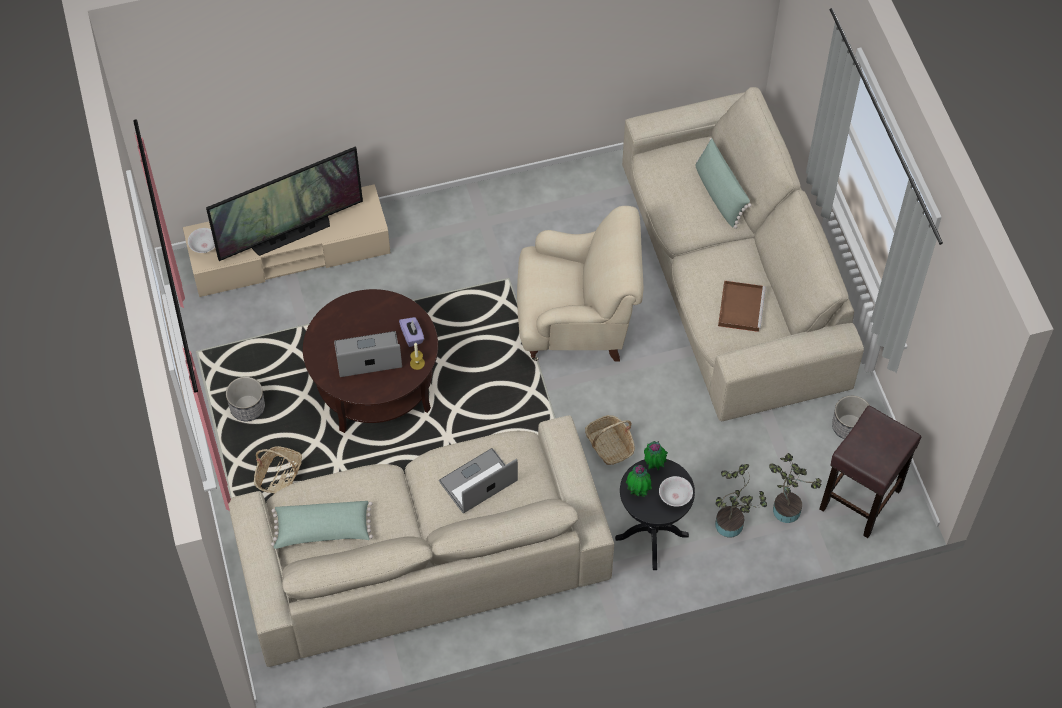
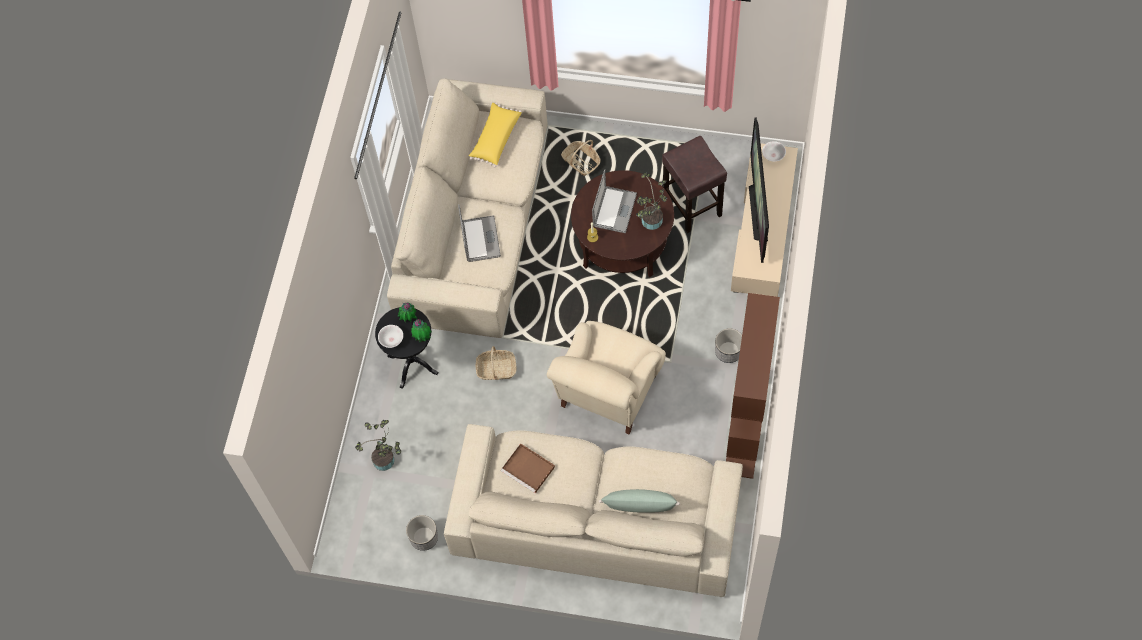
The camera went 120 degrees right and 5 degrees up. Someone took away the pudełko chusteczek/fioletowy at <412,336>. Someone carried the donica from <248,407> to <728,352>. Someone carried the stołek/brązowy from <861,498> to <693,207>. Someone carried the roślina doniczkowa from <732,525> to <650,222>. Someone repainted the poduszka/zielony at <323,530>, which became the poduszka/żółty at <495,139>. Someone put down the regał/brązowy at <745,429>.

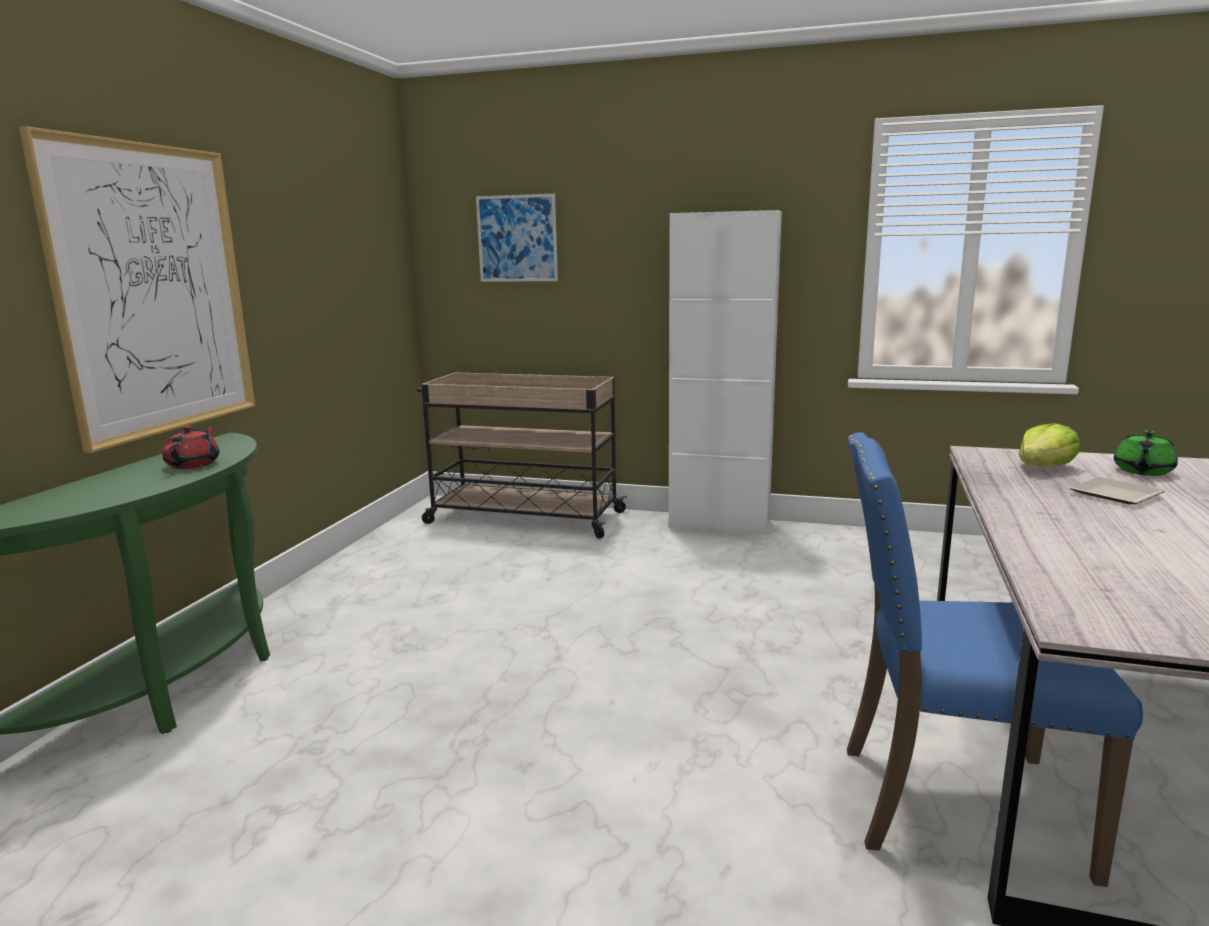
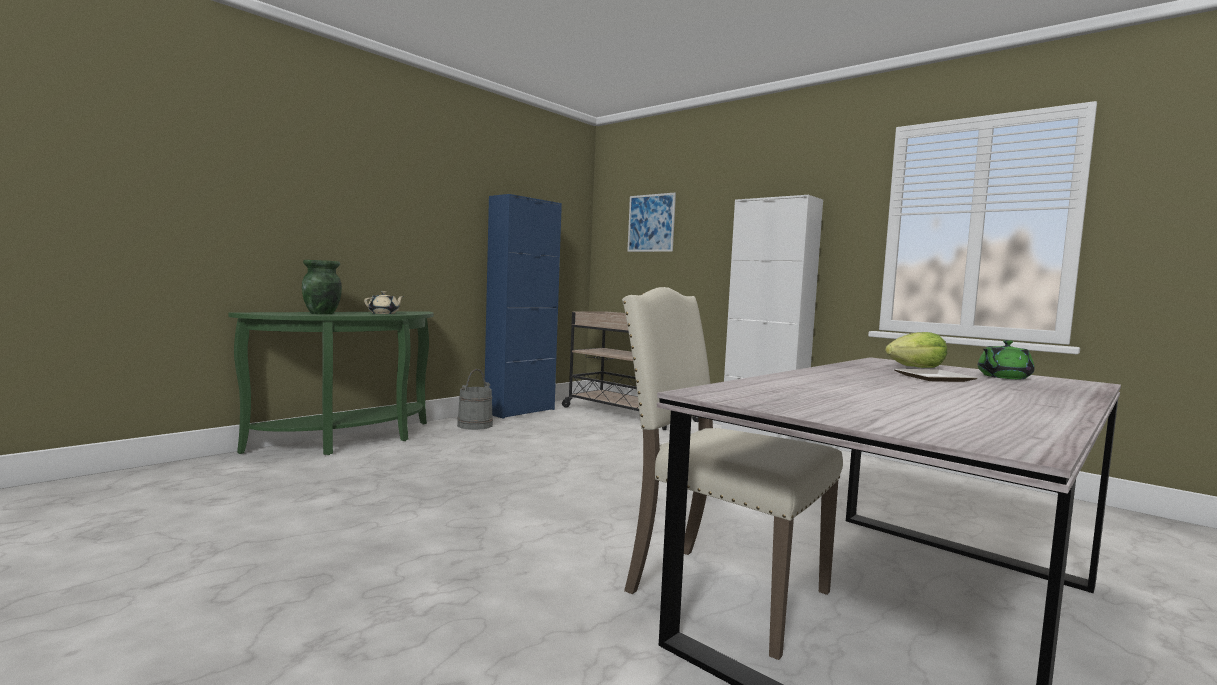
The camera went 25 degrees right and 10 degrees down. Someone took away the obraz at <154,290>. Someone repainted the imbryk/czerwony at <194,464>, which became the imbryk/beżowy at <384,313>. Someone repainted the krzesło/niebieski at <952,804>, which became the krzesło/beżowy at <721,592>. Someone put down the szafka/niebieski at <520,411>. Someone put down the wazon/zielony at <322,313>. Someone put down the wiadro/szary at <475,425>.

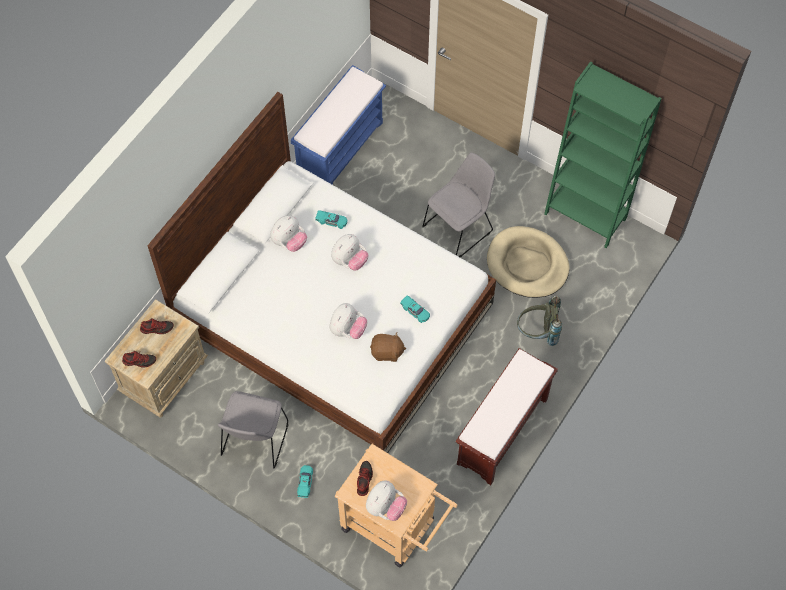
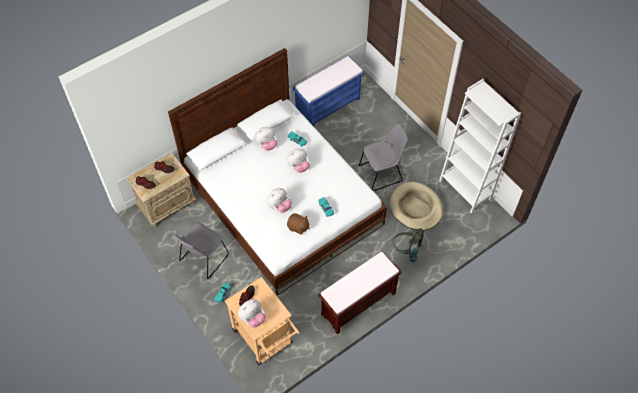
The camera went 20 degrees right and 5 degrees down. Someone repainted the regał/zielony at <585,216>, which became the regał/biały at <465,190>.

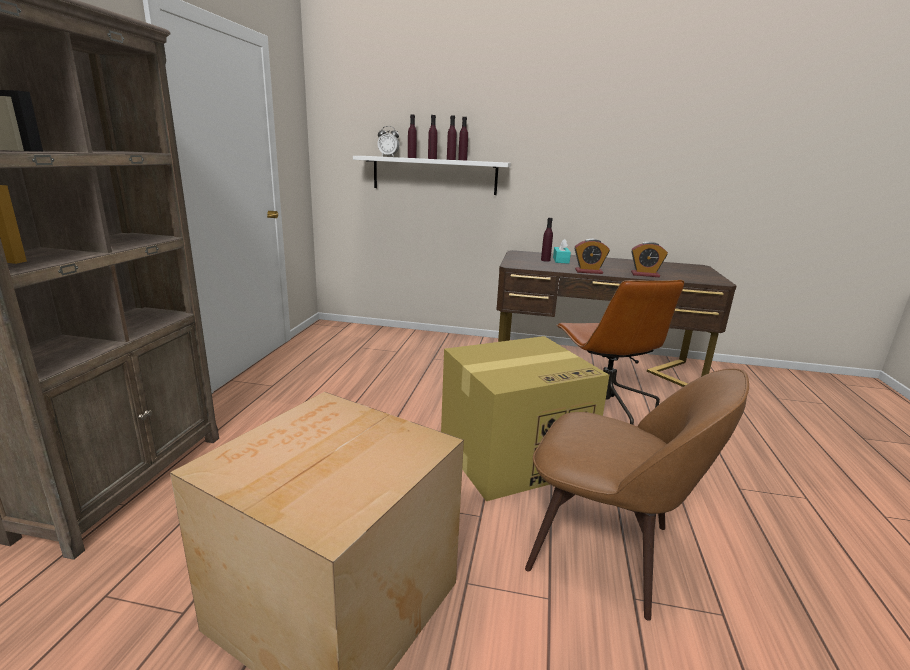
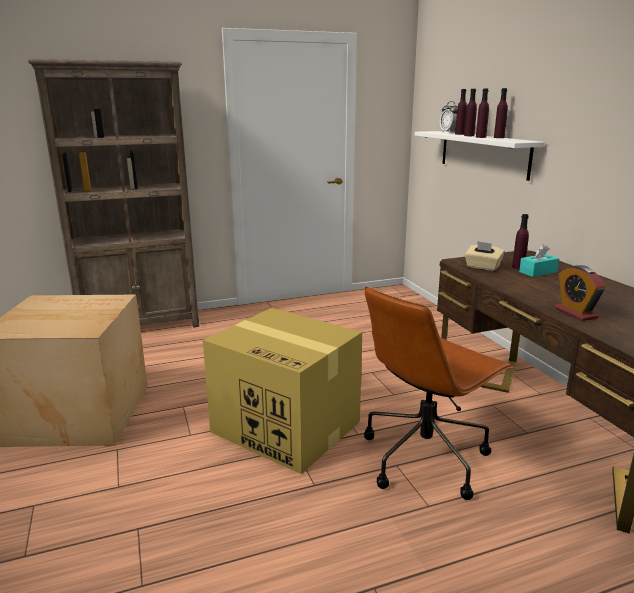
The camera went 60 degrees right and 0 degrees up. Someone took away the budzik at <588,271>. Someone took away the krzesło/brązowy at <607,550>. Someone put down the pudełko chusteczek/beżowy at <482,267>.

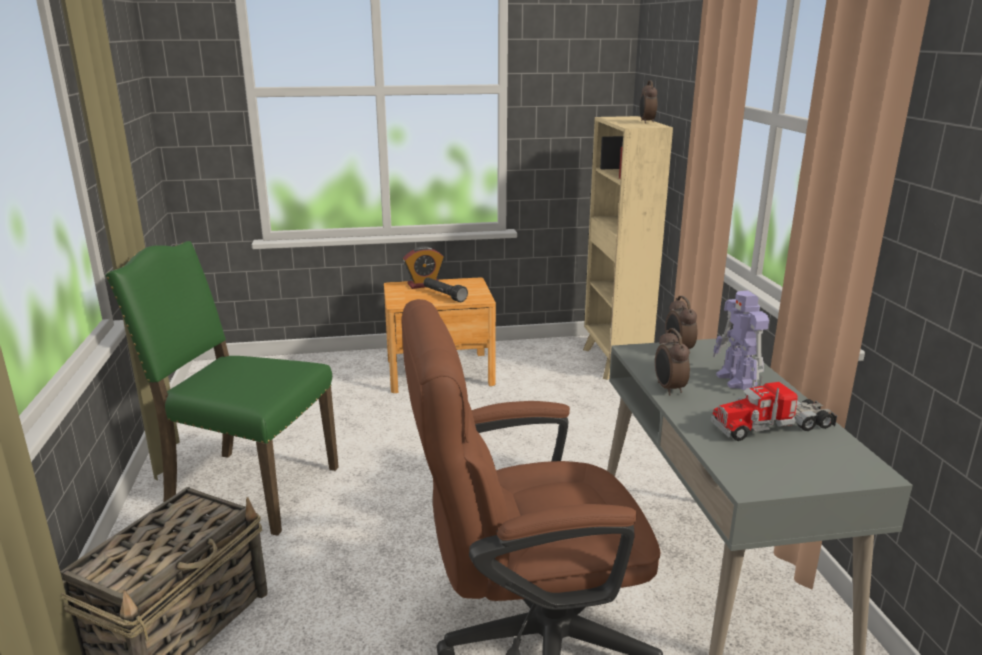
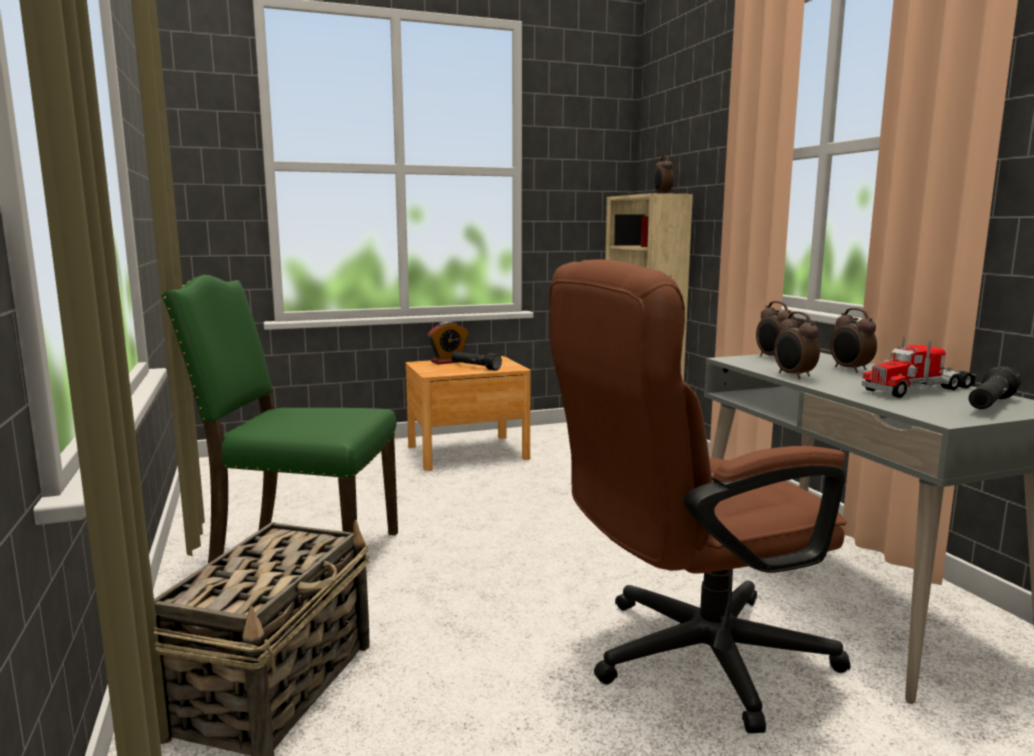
The camera went 10 degrees left and 10 degrees down. Someone swapped the robot zabawkowy at <737,380> for the budzik at <850,369>. Someone put down the latarka/czarny at <990,405>.

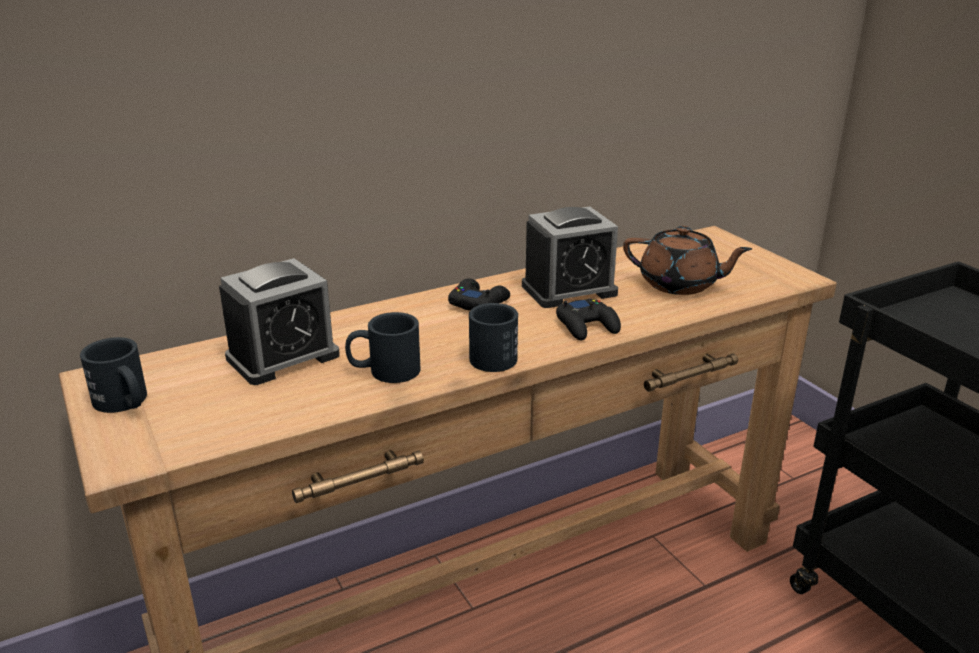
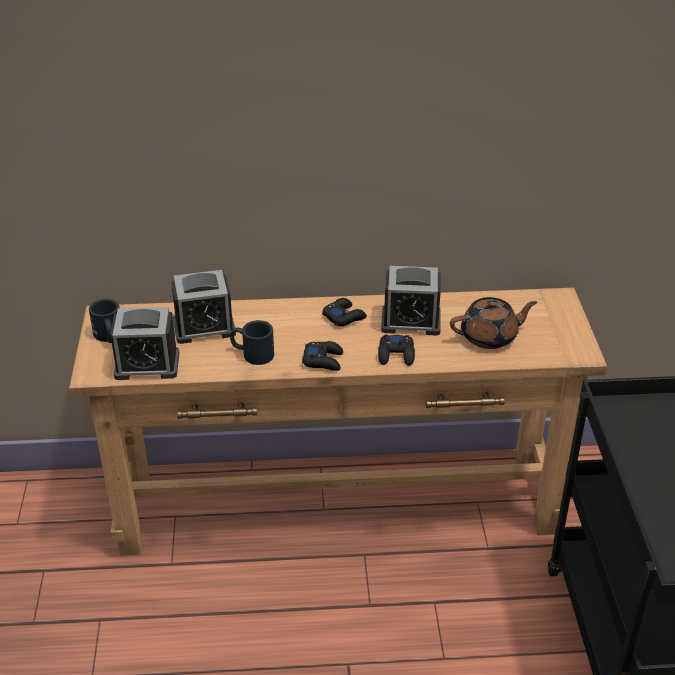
The camera went 25 degrees right and 10 degrees up. Someone rotated the imbryk/brązowy at <680,284> by 60 degrees counterclockwise. Someone swapped the kubek/czarny at <495,354> for the pad do gier/czarny at <323,360>. Someone put down the budzik at <147,365>.

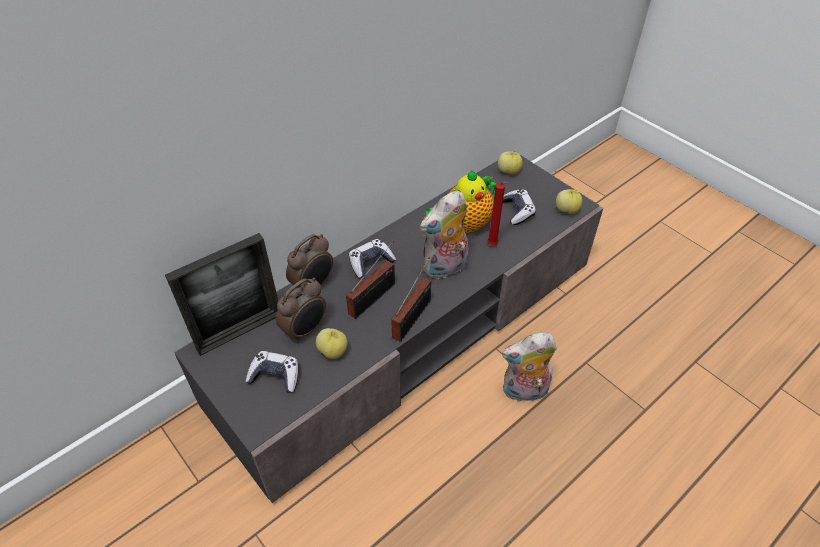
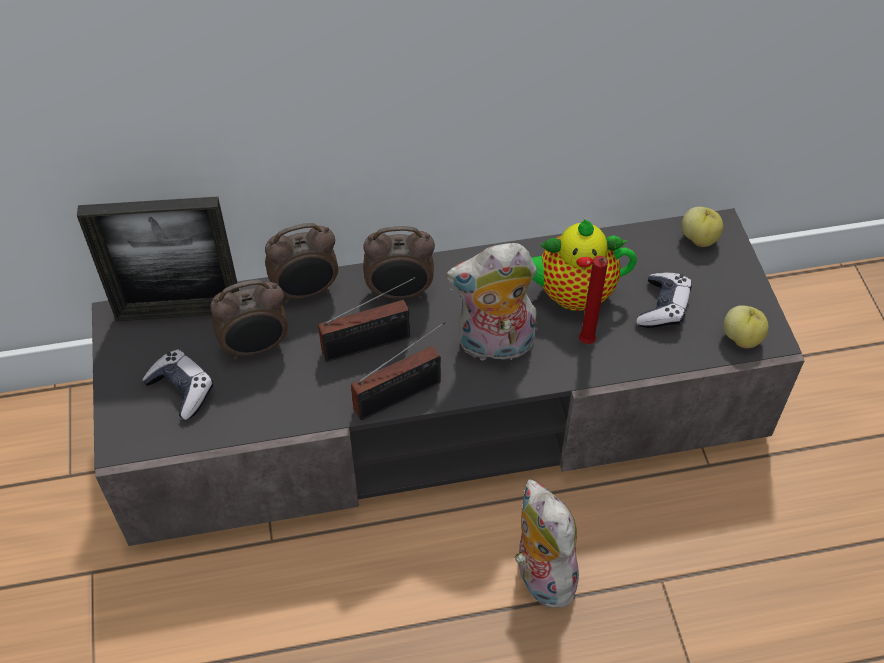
The camera went 30 degrees right and 5 degrees up. Someone swapped the pad do gier at <371,263> for the budzik at <400,293>. Someone took away the jabłko at <333,351>. Someone rotated the pluszak at <524,392> by 45 degrees clockwise.

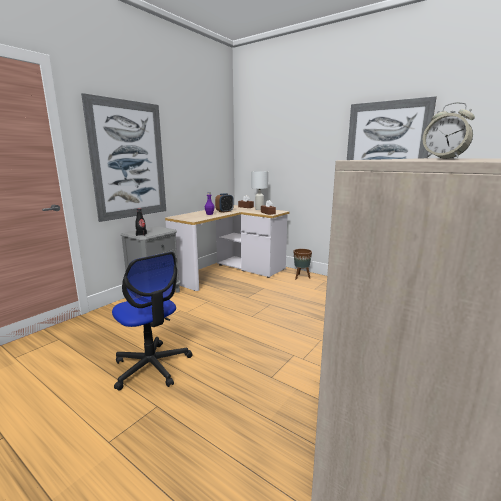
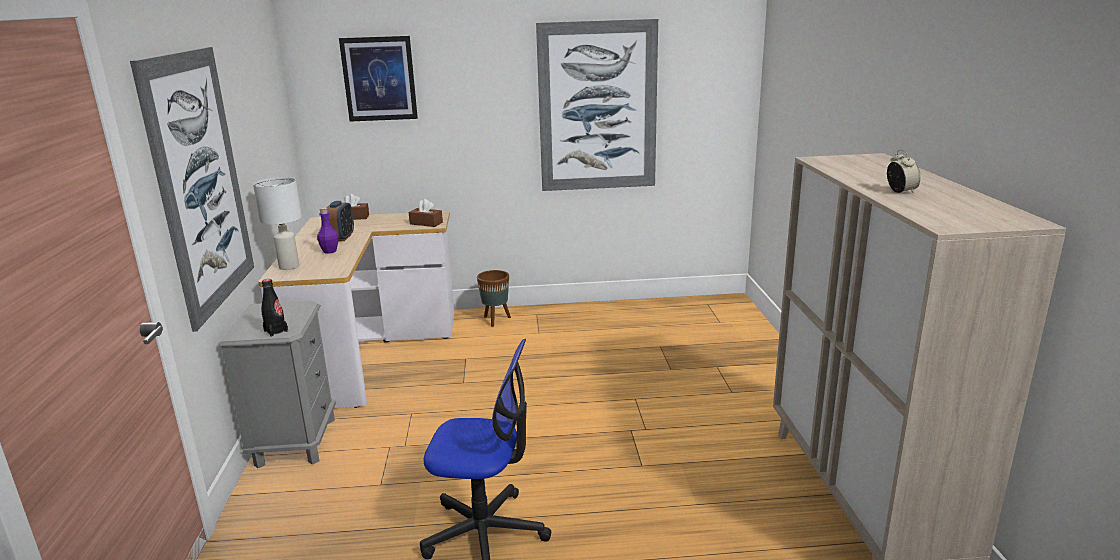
The camera went 40 degrees left and 5 degrees up. Someone rotated the budzik at <443,158> by 105 degrees counterclockwise. Someone carried the lampa stołowa/biały from <259,209> to <289,266>. Someone put up the obraz at <379,79>.

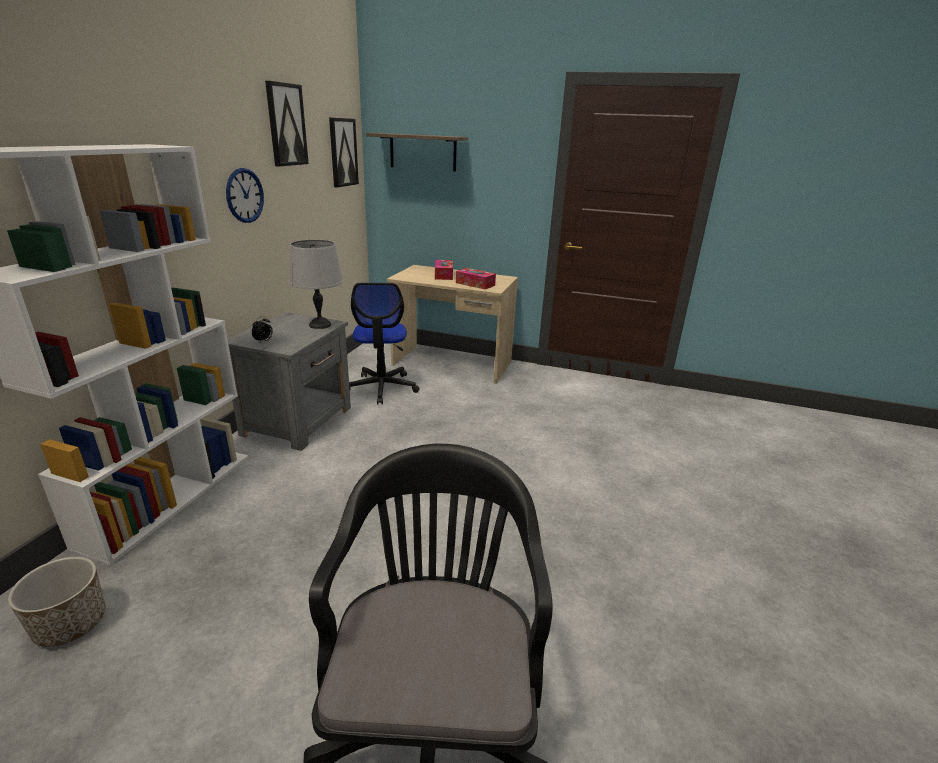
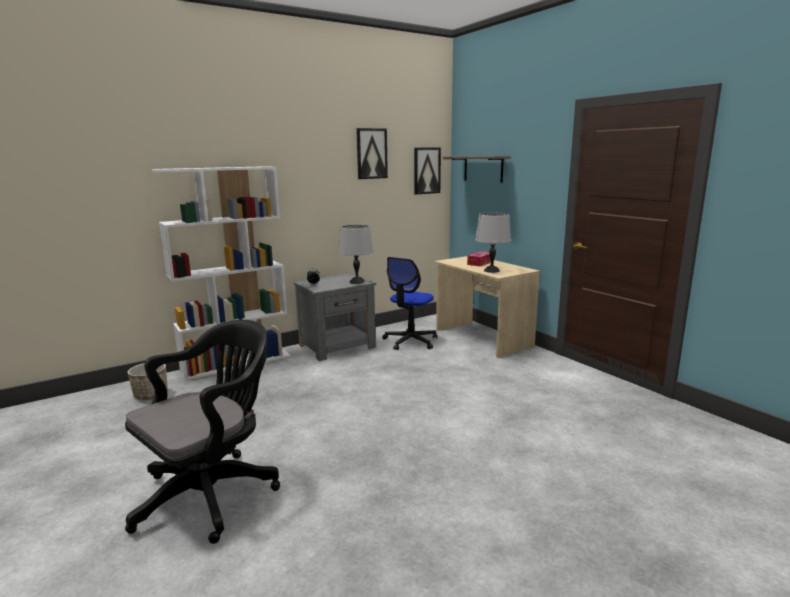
The camera went 40 degrees right and 10 degrees down. Someone took away the zegar ścienny at <244,195>. Someone swapped the pudełko chusteczek at <475,284> for the lampa stołowa/szary at <491,270>.

